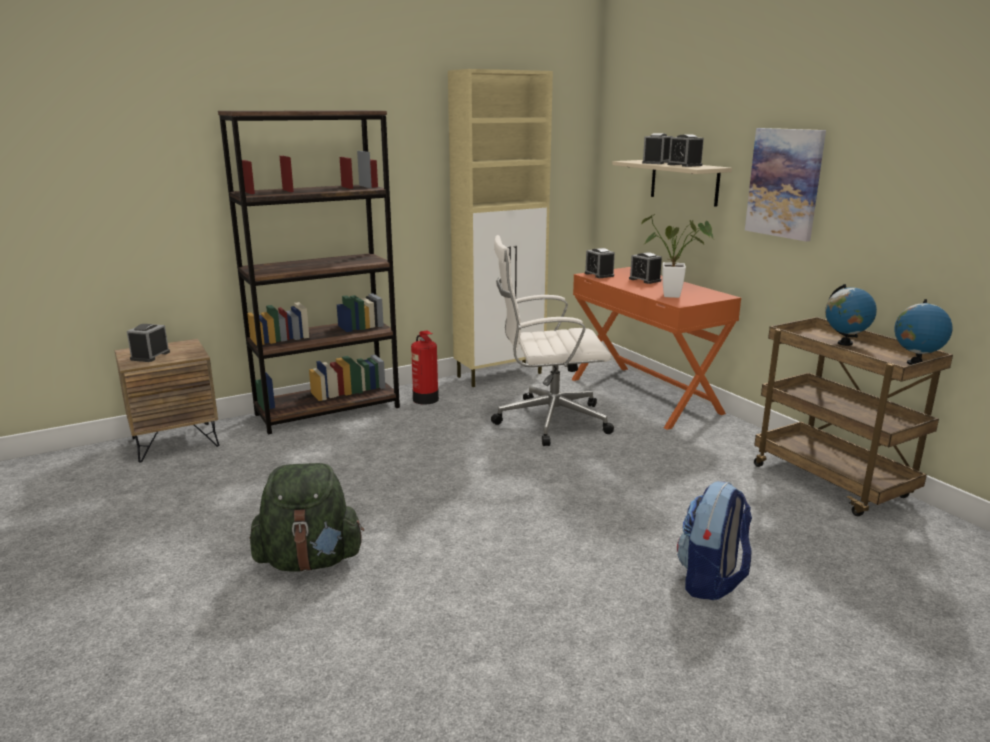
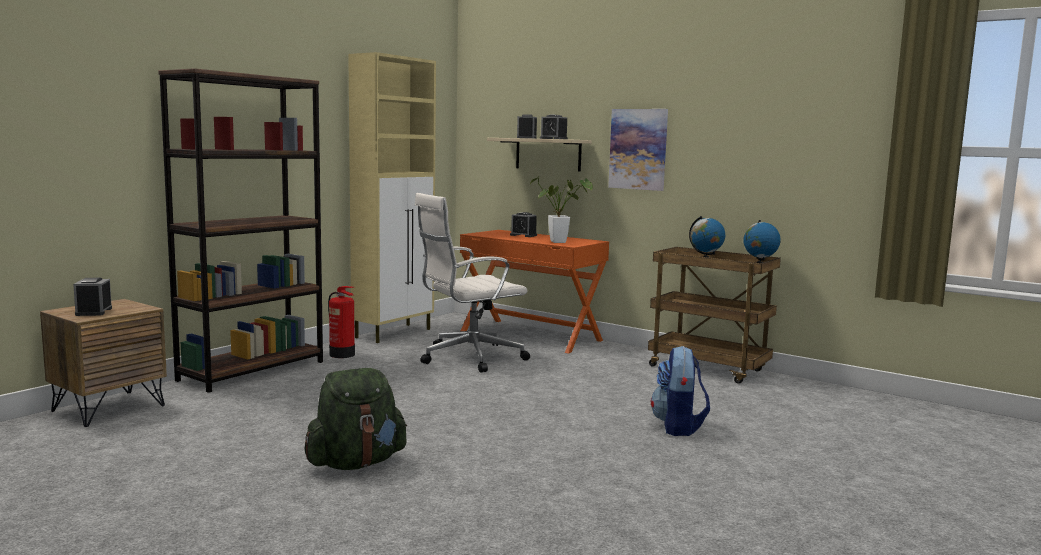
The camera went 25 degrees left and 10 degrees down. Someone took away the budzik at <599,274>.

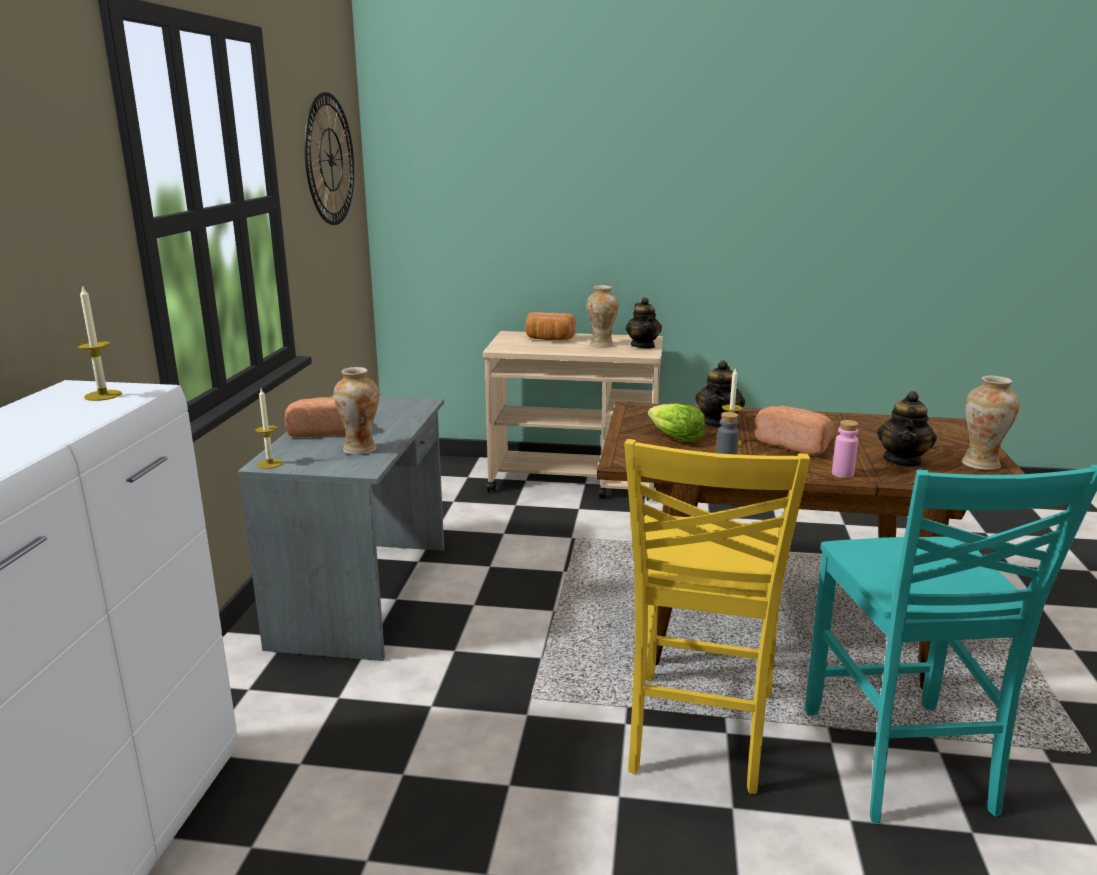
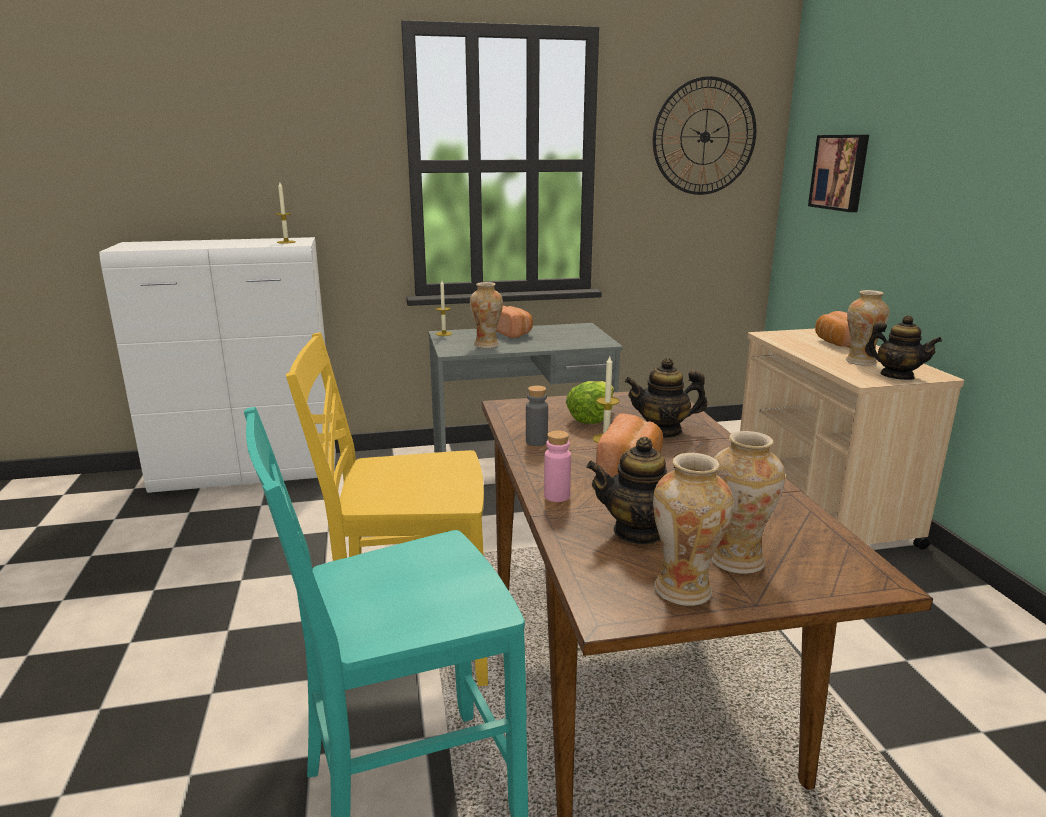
The camera went 70 degrees right and 0 degrees up. Someone rotated the imbryk at <643,346> by 105 degrees counterclockwise. Someone put up the obraz at <840,172>. Someone put down the wazon at <736,560>.

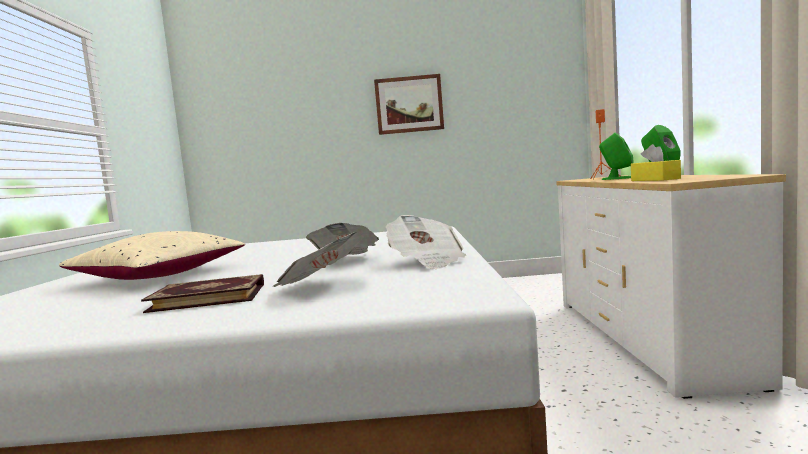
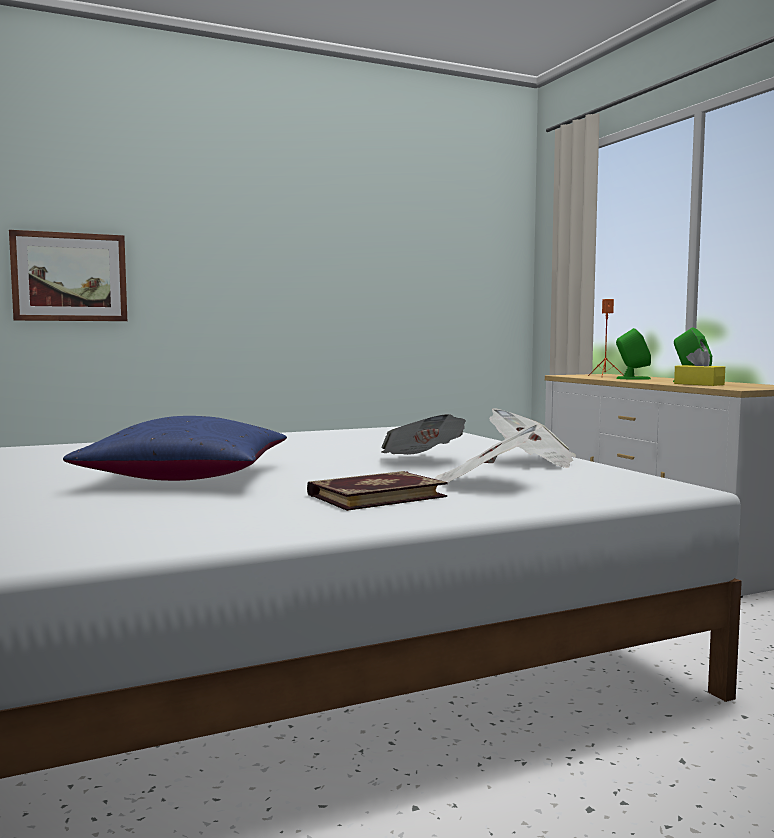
The camera went 25 degrees left and 0 degrees up. Someone carried the obraz from <409,104> to <69,277>. Someone repainted the poduszka/beżowy at <159,276>, which became the poduszka/niebieski at <186,477>.

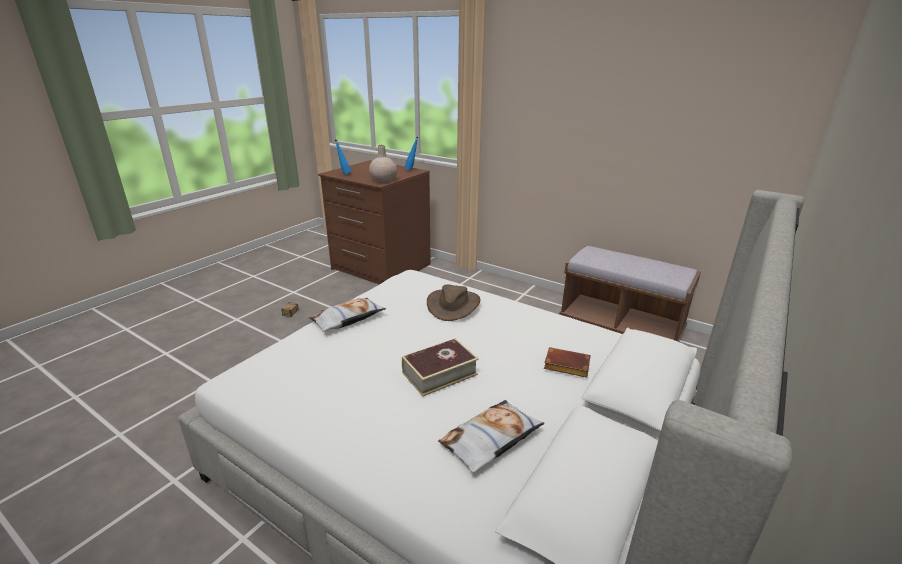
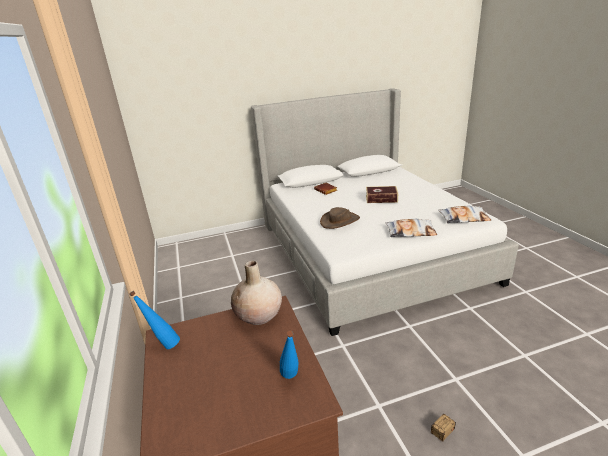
The camera went 140 degrees left and 0 degrees up. Someone took away the ławka/brązowy at <620,326>. Someone carried the poduszka from <491,440> to <464,218>.

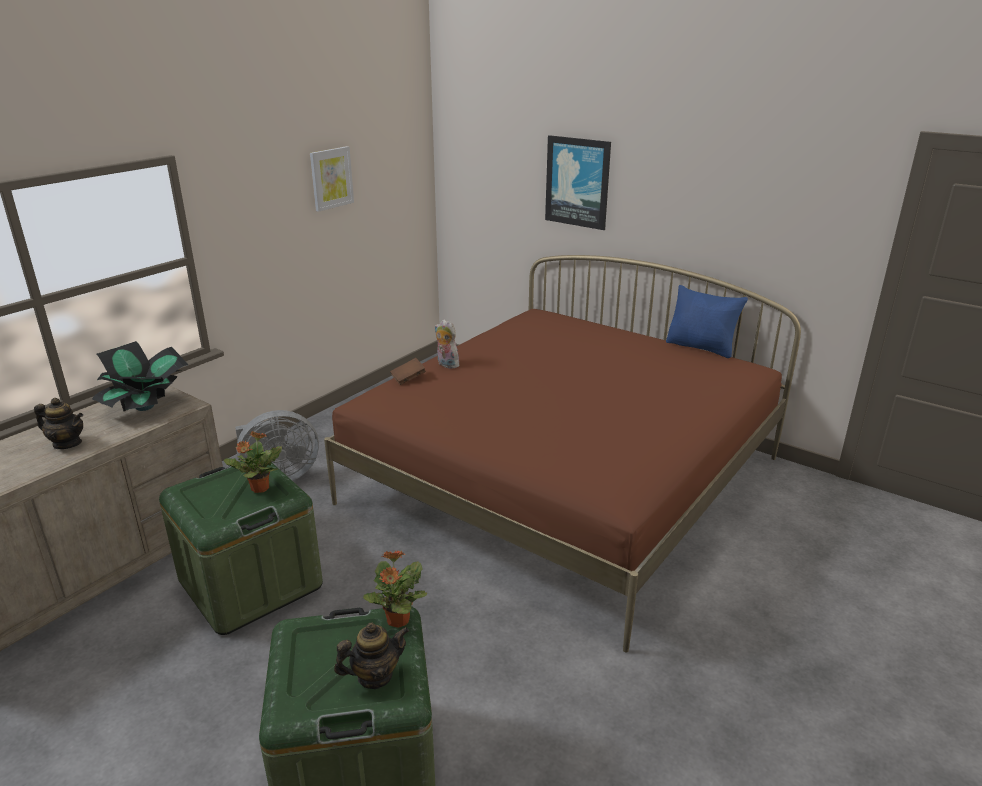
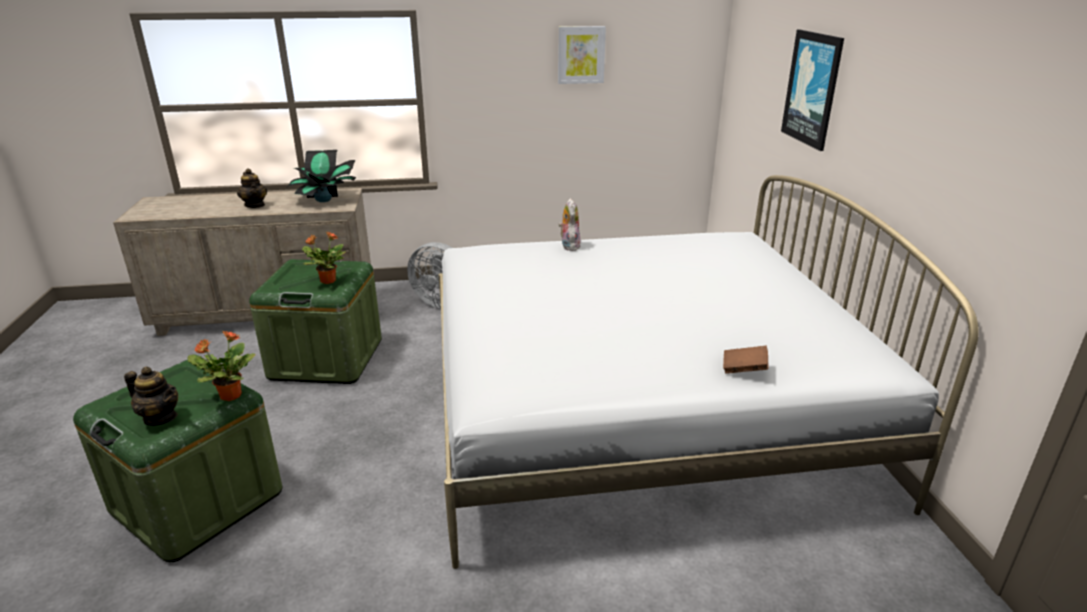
The camera went 45 degrees right and 0 degrees up. Someone repainted the łóżko/brązowy at <565,480>, which became the łóżko/biały at <637,408>. Someone took away the poduszka/niebieski at <701,347>. Someone carried the książka/brązowy from <408,378> to <744,369>.

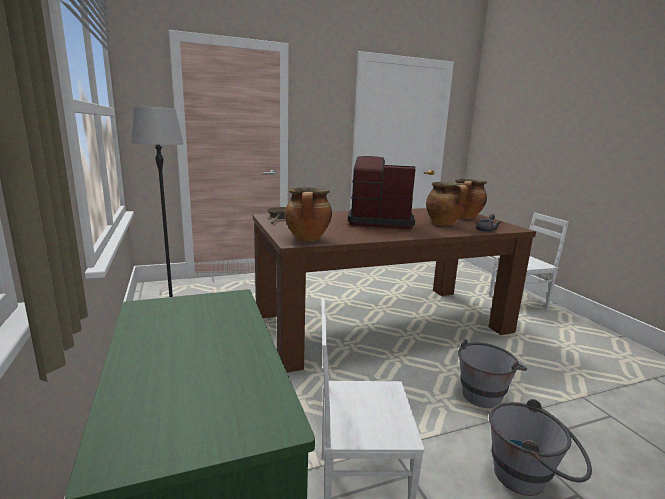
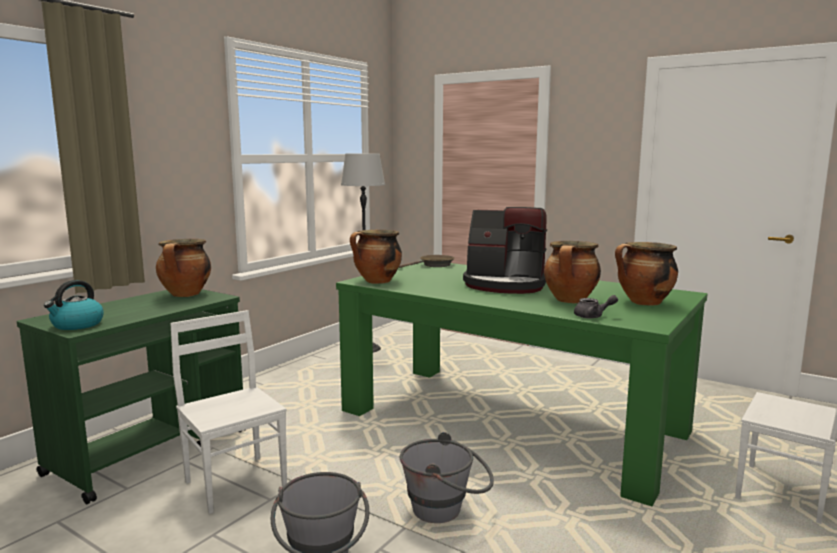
The camera went 55 degrees right and 5 degrees down. Someone rotated the ekspres do kawy at <379,221> by 135 degrees clockwise. Someone repainted the stół jadalny/brązowy at <381,322>, which became the stół jadalny/zielony at <510,421>. Someone put down the garnek at <186,295>. Someone put down the czajnik at <77,325>.

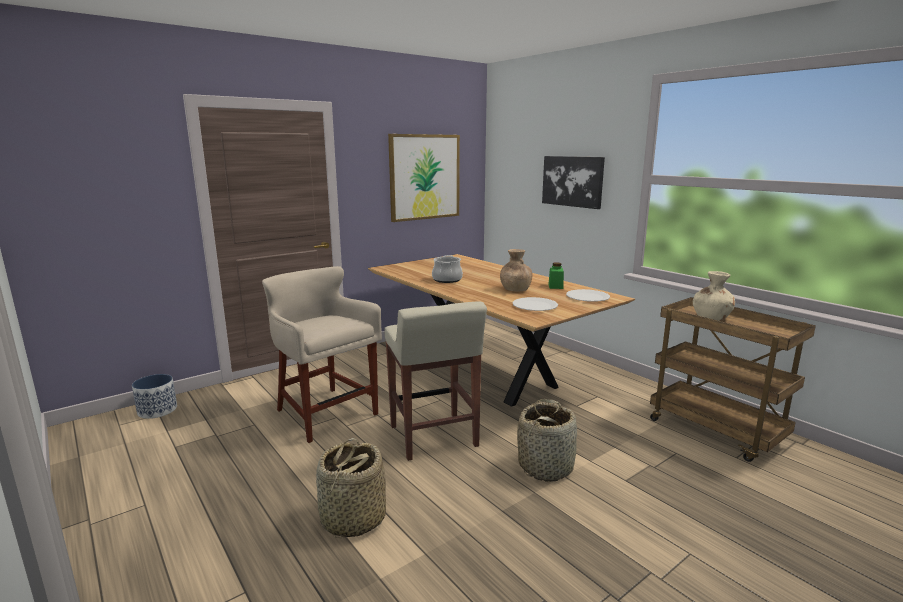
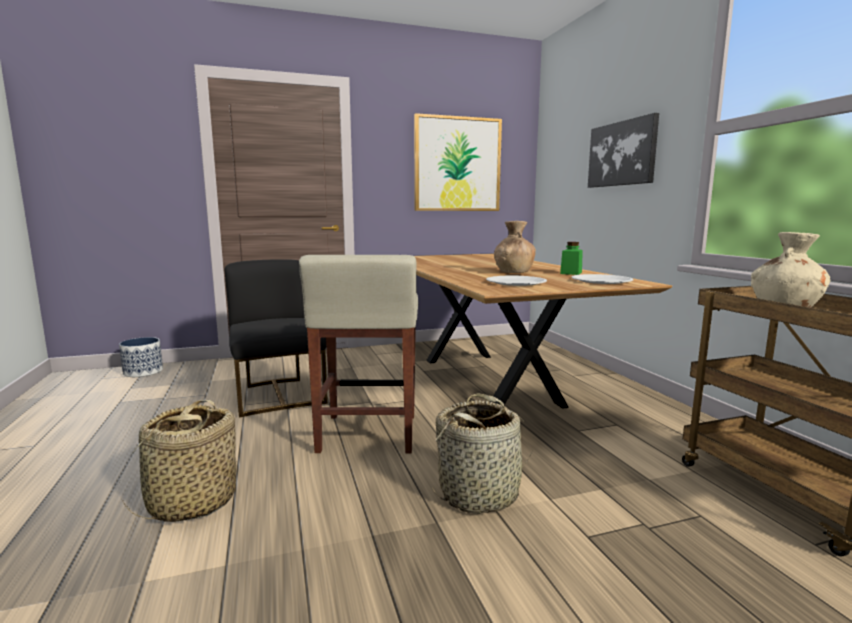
The camera went 20 degrees right and 5 degrees down. Someone took away the garnek at <447,280>. Someone swapped the stołek/beżowy at <325,414> for the krzesło/czarny at <279,395>.

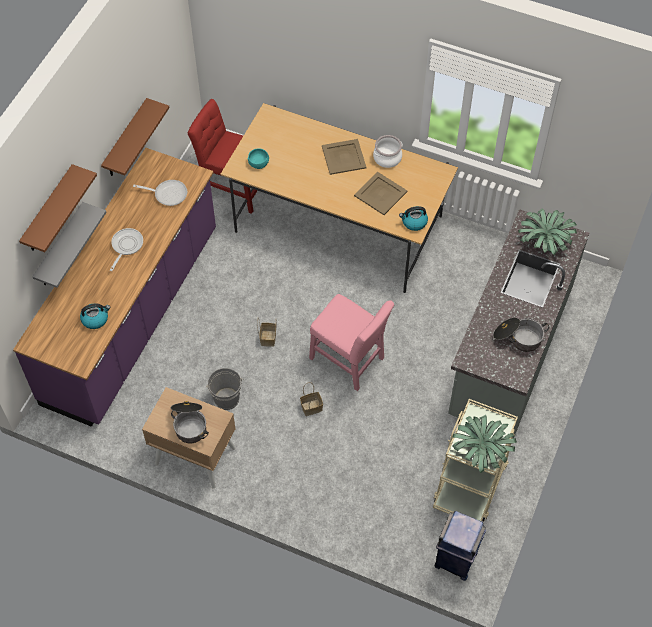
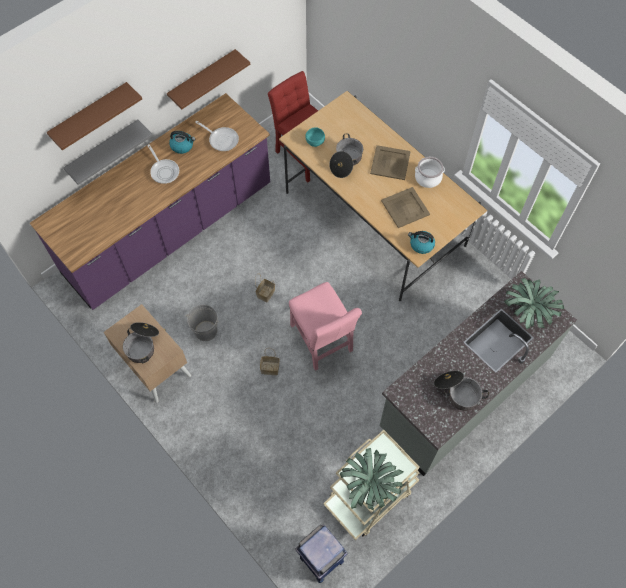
The camera went 25 degrees right and 5 degrees up. Someone rotated the patelnia at <126,246> by 105 degrees clockwise. Someone carried the czajnik from <95,319> to <182,146>. Someone put down the garnek at <346,162>.

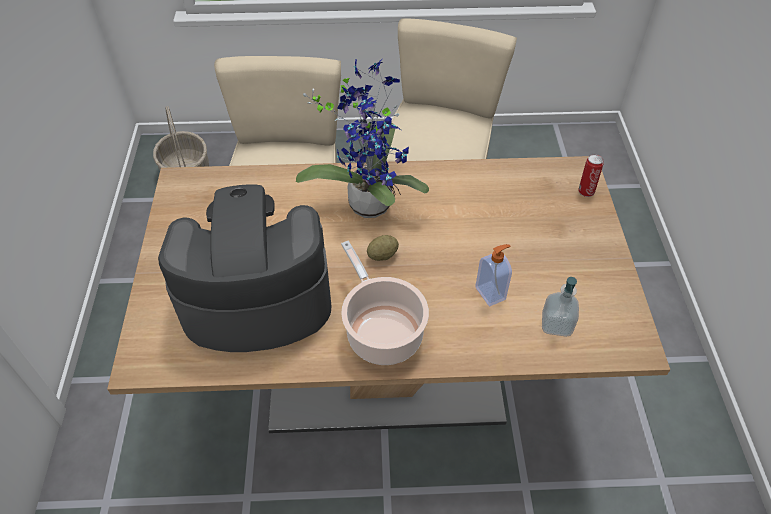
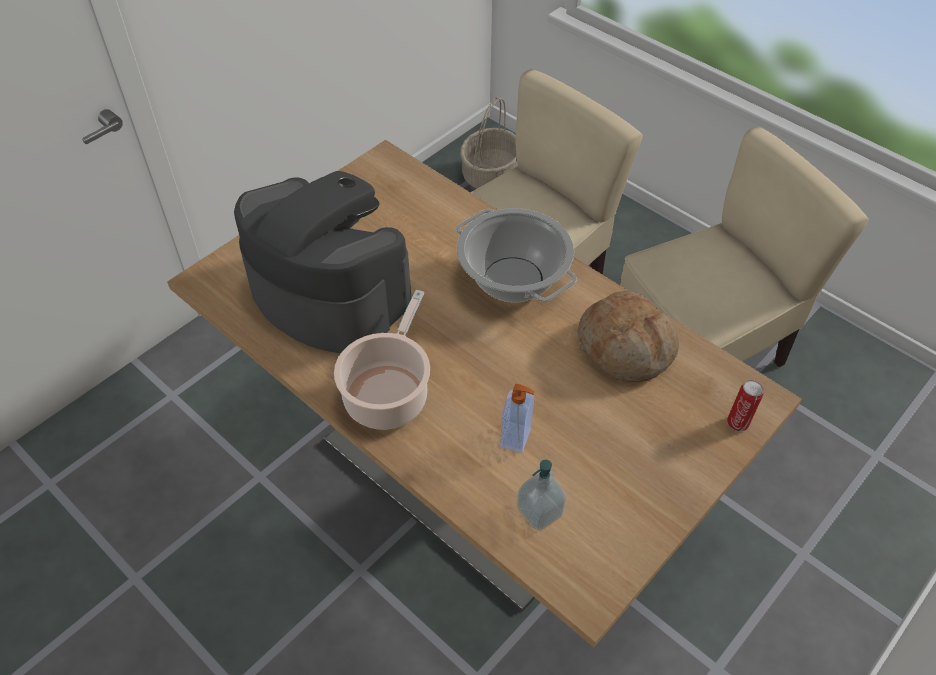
The camera went 45 degrees right and 0 degrees up. Someone swapped the roślina doniczkowa at <369,200> for the garnek at <514,280>. Someone took away the ziemniak at <382,255>. Someone put down the chleb at <625,348>.

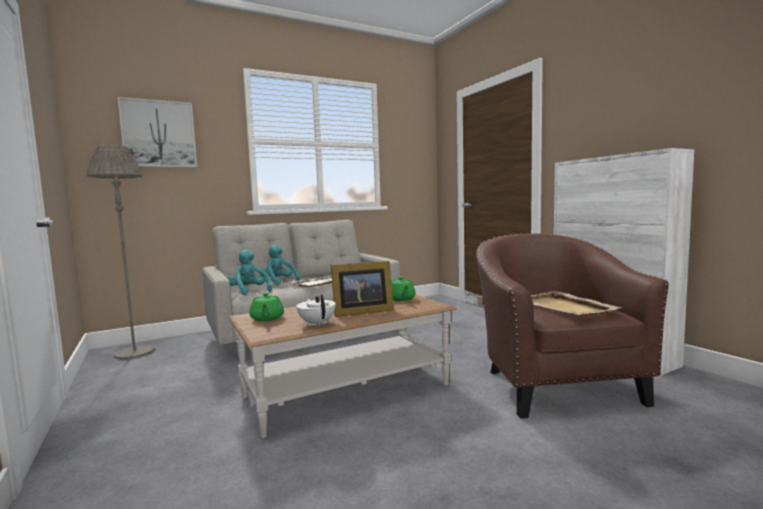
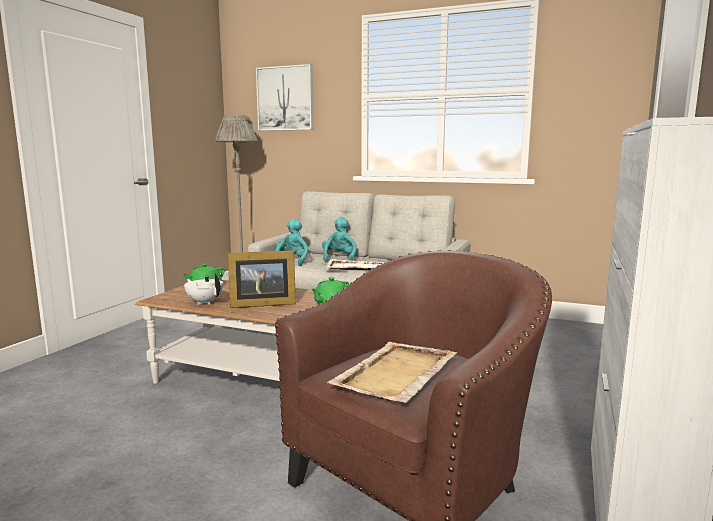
The camera went 50 degrees right and 5 degrees up. Someone rotated the ramka na zdjęcie at <360,312> by 45 degrees counterclockwise. Someone rotated the imbryk/biały at <317,324> by 75 degrees counterclockwise.

